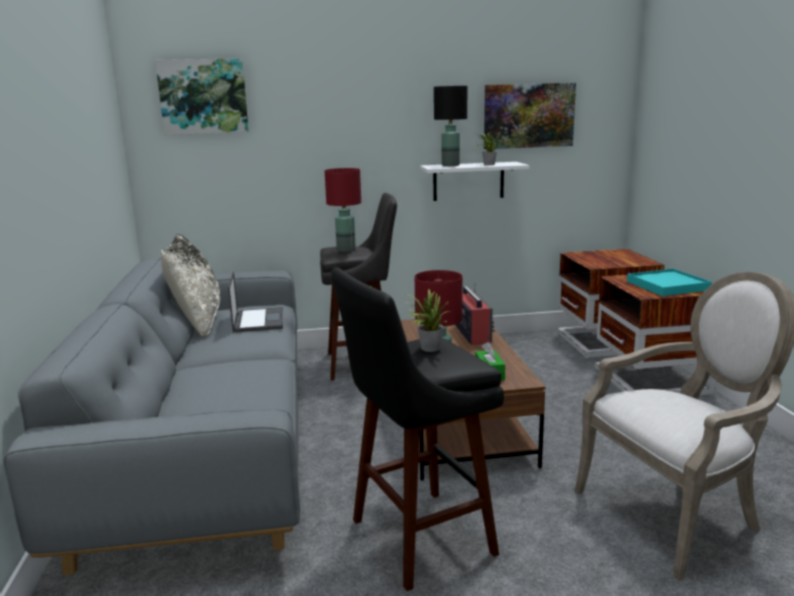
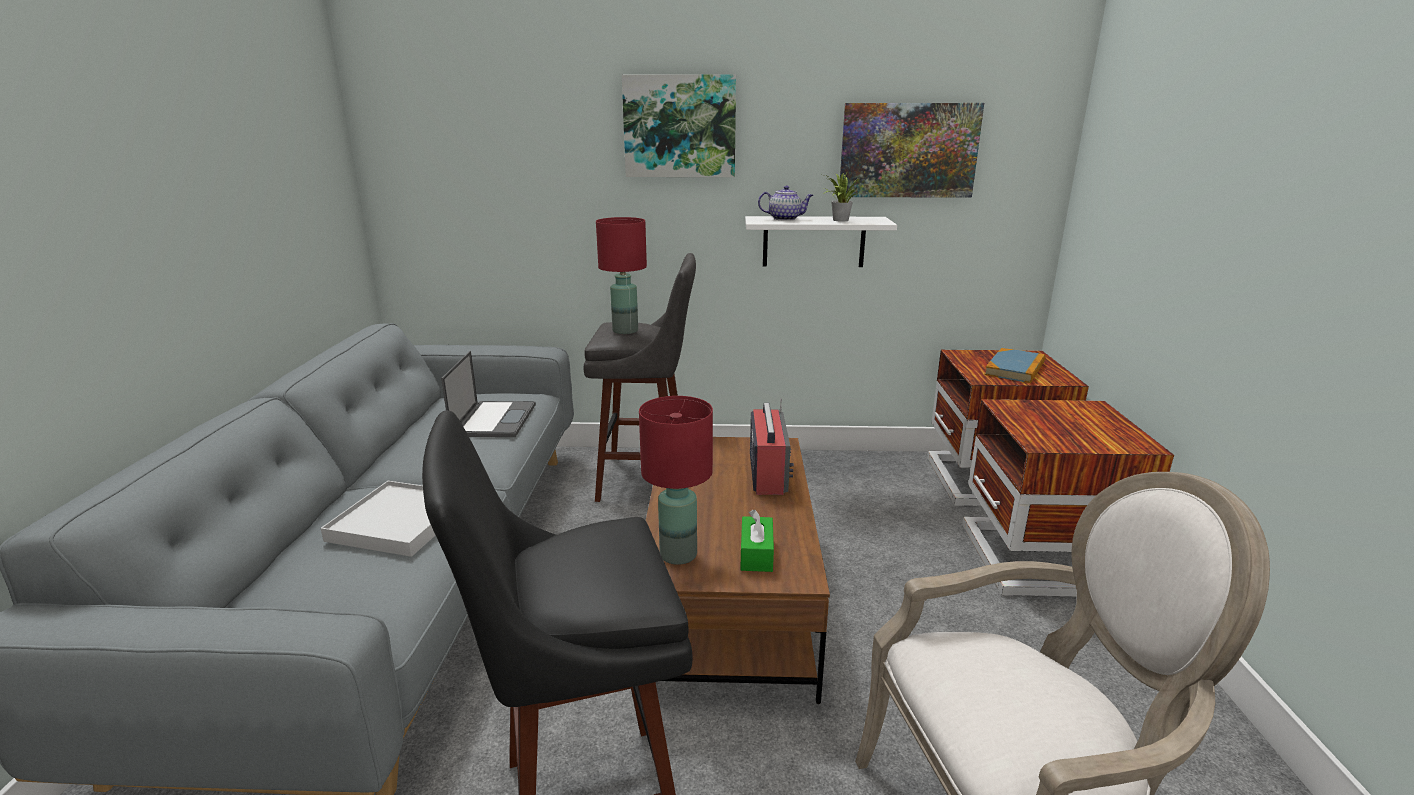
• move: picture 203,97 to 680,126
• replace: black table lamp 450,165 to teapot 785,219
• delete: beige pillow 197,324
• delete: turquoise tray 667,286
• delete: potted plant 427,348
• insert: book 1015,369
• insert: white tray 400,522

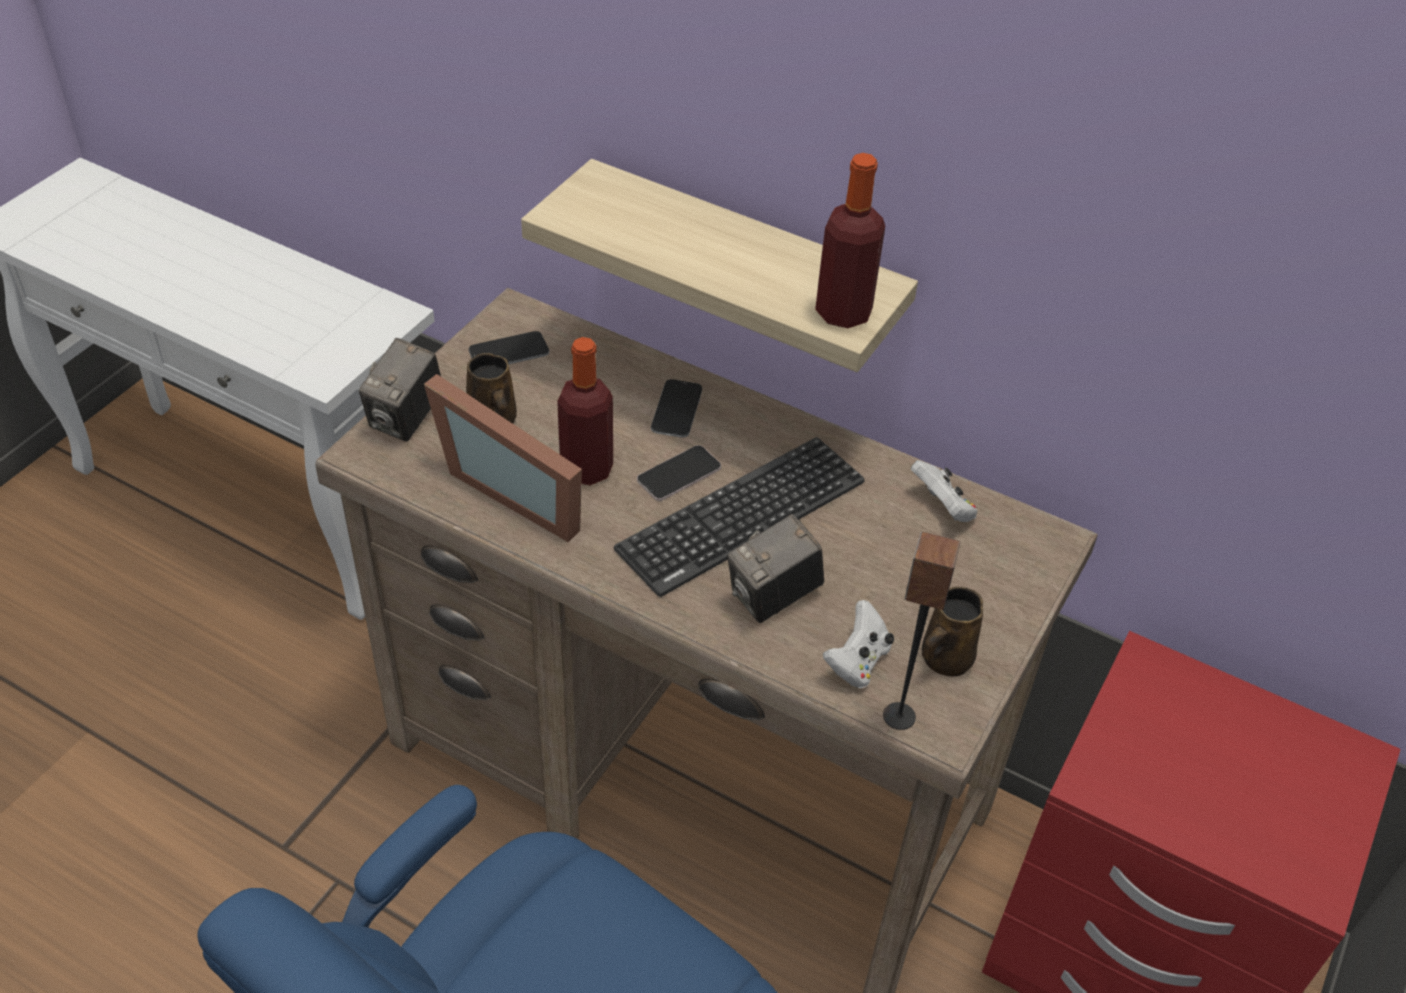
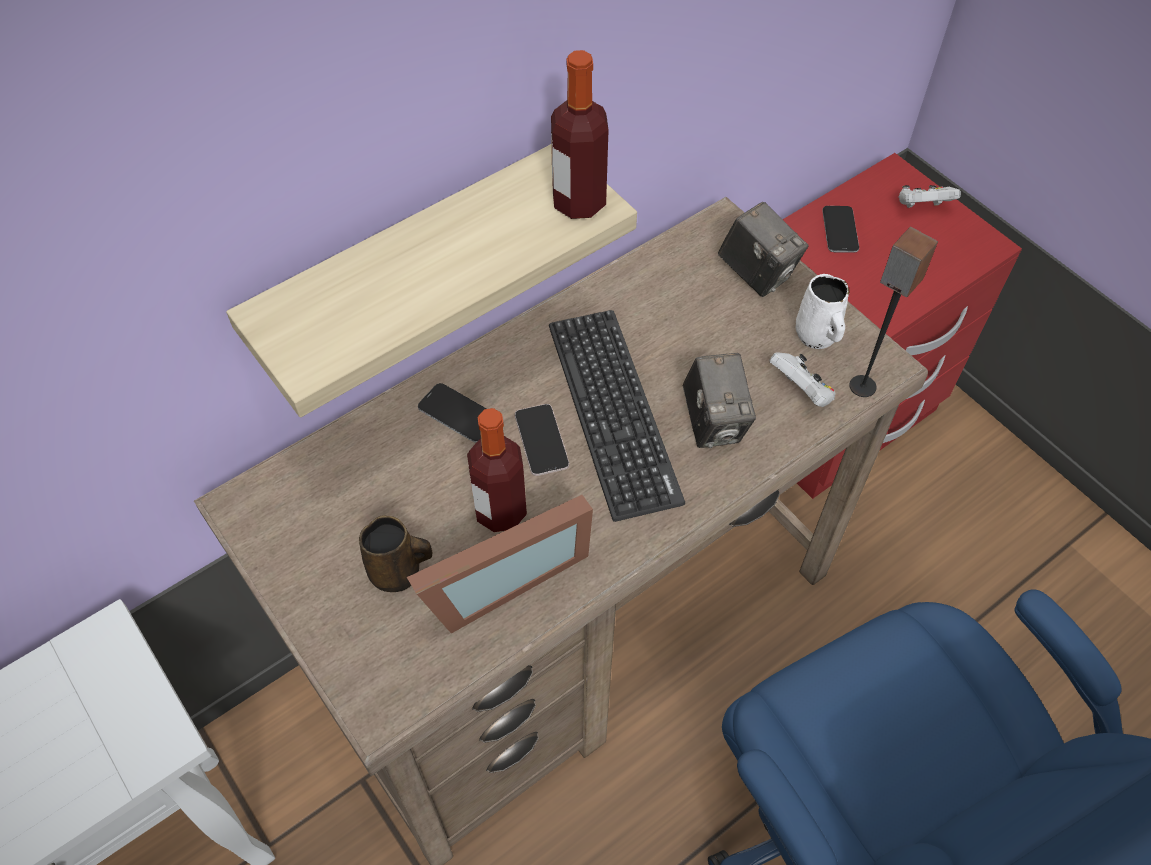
• move: phone 509,352 to 840,230
• move: photo camera 406,418 to 757,273
• move: white game controller 943,508 to 922,207
• recolor: brown mug 944,659 to white mug 817,336

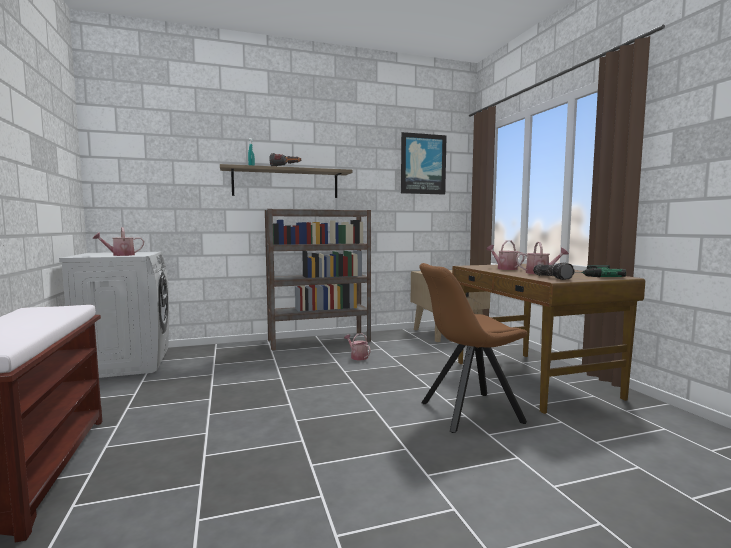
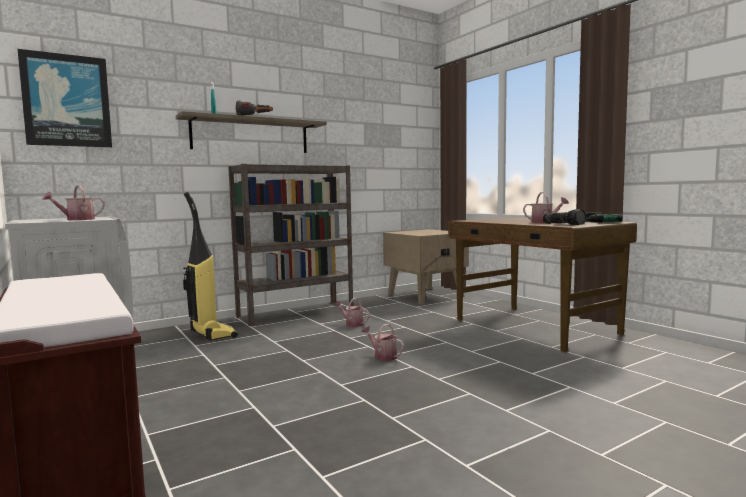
• move: picture 423,164 to 67,101
• move: watering can 504,268 to 383,356
• delete: brown chair 469,412
• insert: vacuum cleaner 212,334

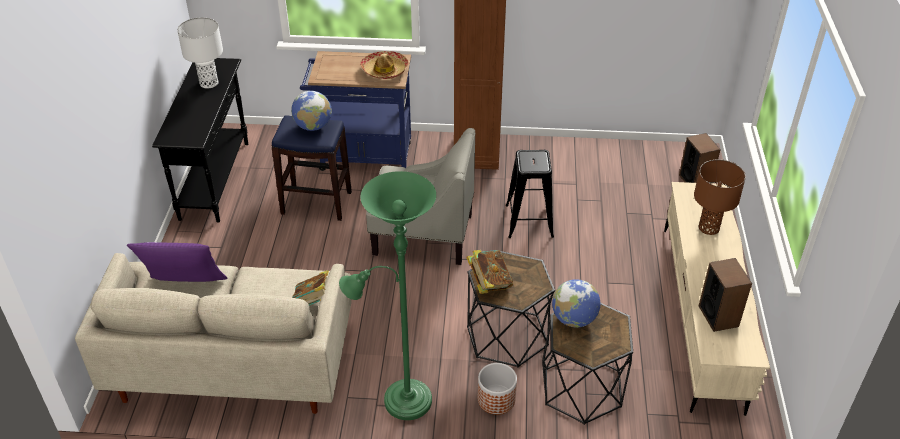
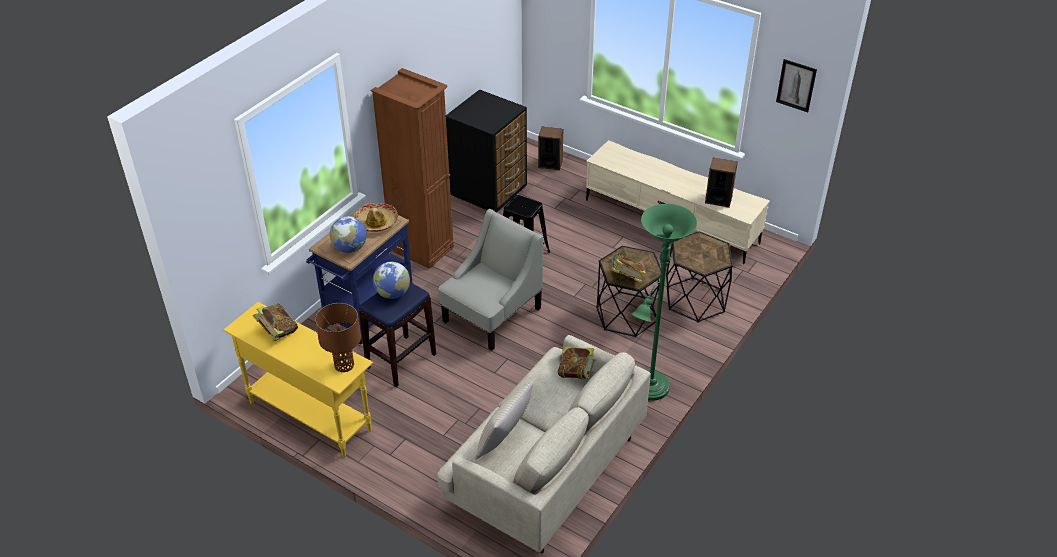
• replace: white table lamp 208,83 to book 277,332
• recolor: black console table 215,180 to yellow console table 309,415
• move: brown table lamp 708,228 to 344,365
• recolor: purple pillow 185,288 to beige pillow 504,441
• move: globe 574,319 to 350,248
• delete: planter 496,400
• insert: picture 796,85
• insert: black dresser 489,195

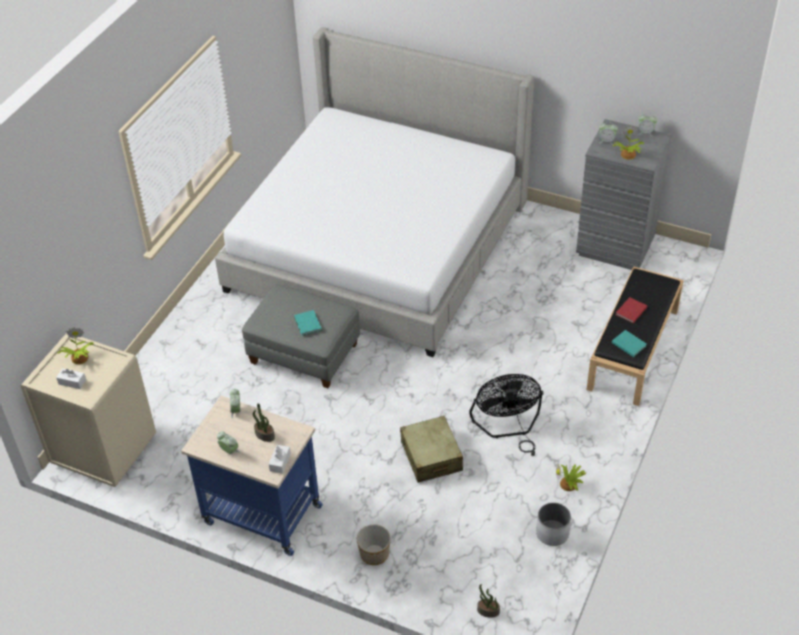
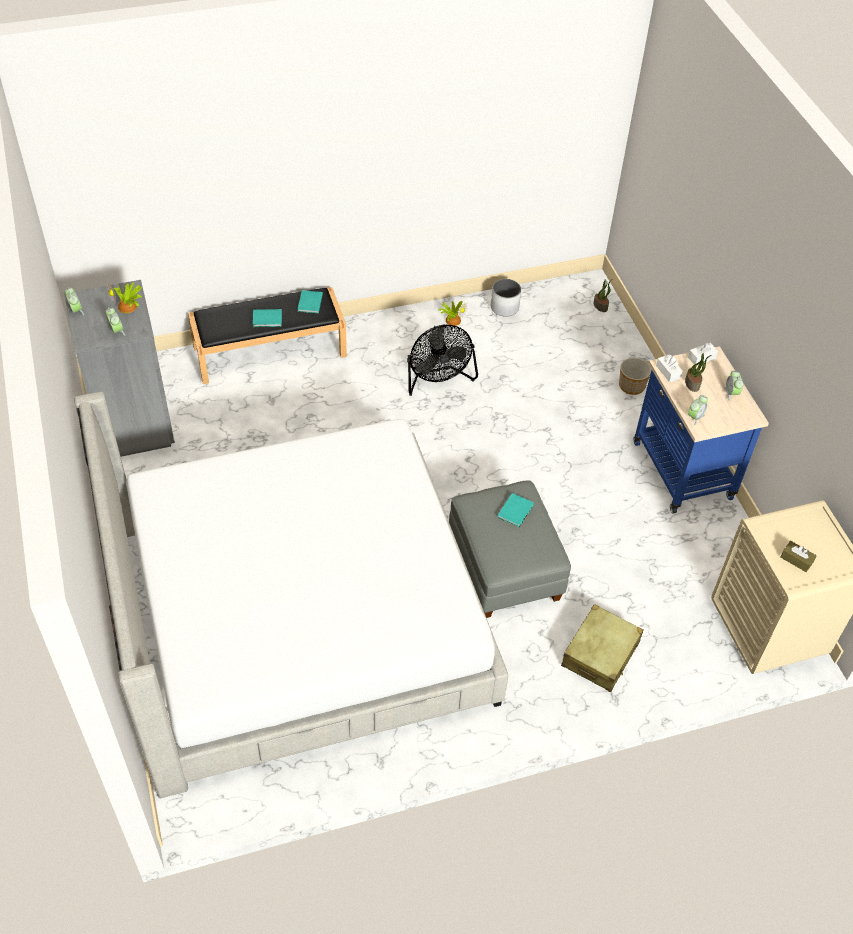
• recolor: red book 630,311 to turquoise book 268,319
• replace: potted plant 79,358 to brown tissue box 796,560
• move: white tissue box 72,382 to 668,372
• rotate: black fan 510,428 = 434,378 60 degrees counterclockwise
• move: beige suitcase 431,456 to 600,654

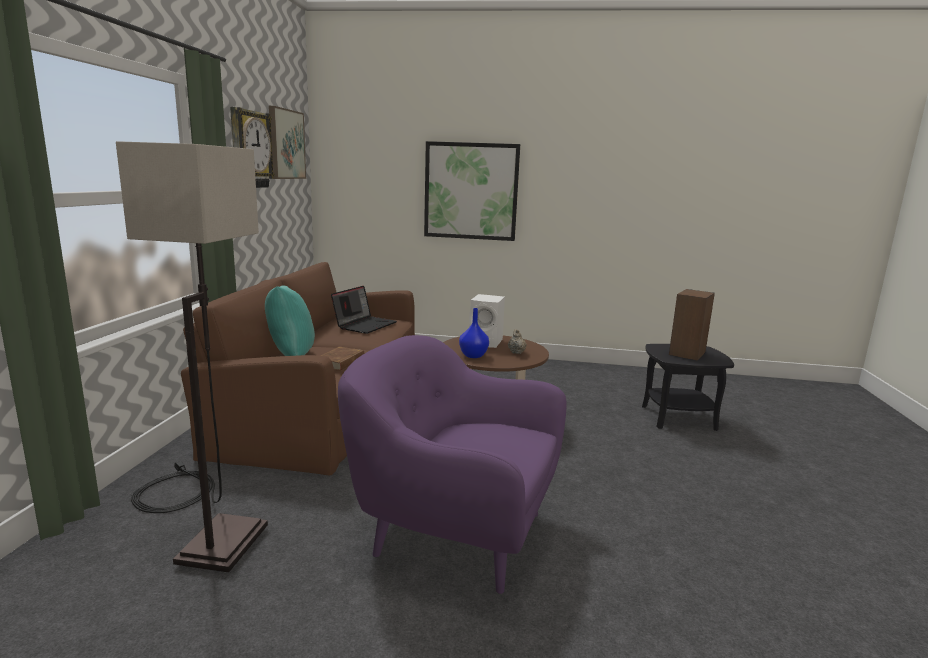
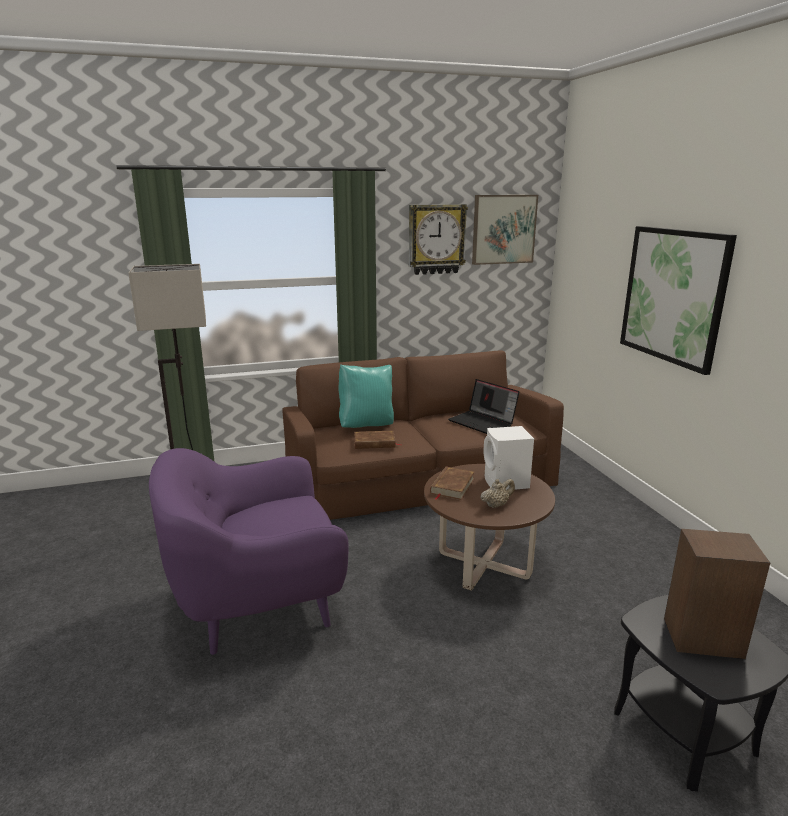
• rotate: laptop 365,325 = 483,422 45 degrees clockwise
• replace: blue vase 472,355 to brown book 452,486
• rotate: purple armchair 454,531 = 257,604 105 degrees counterclockwise

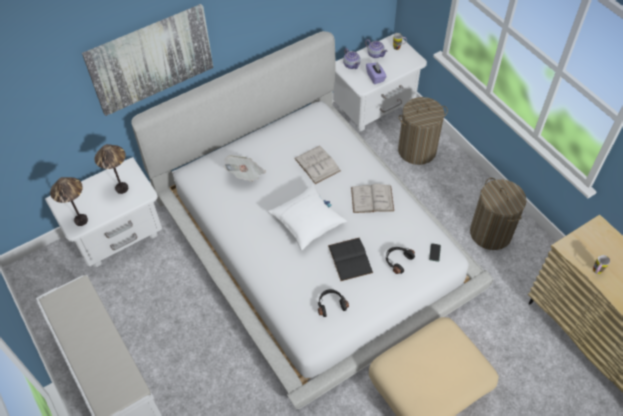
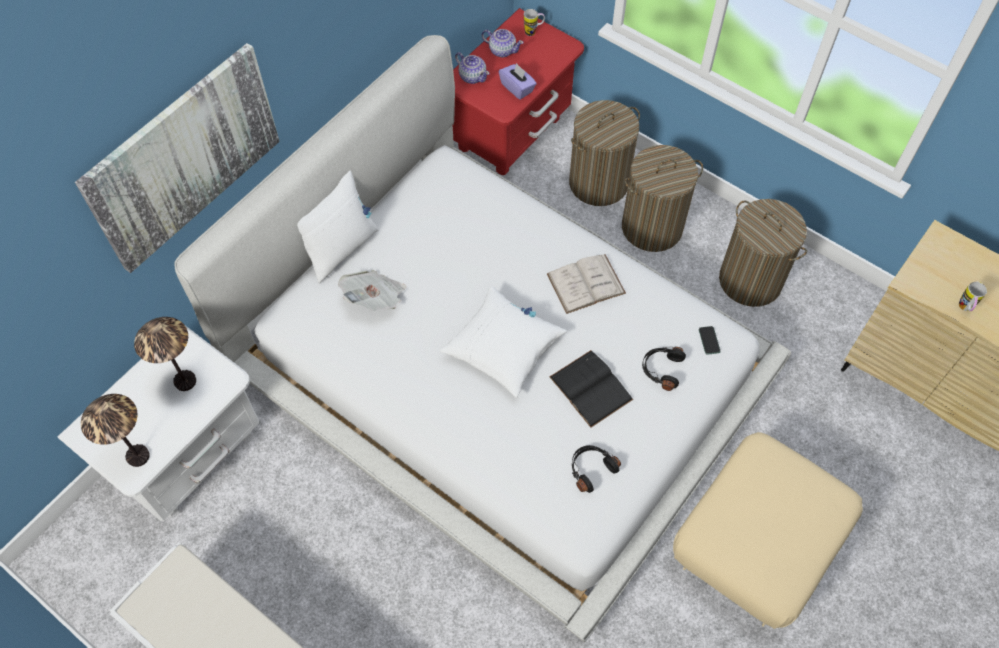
• recolor: white nightstand 375,109 to red nightstand 513,134
• delete: white book 317,164
• insert: laundry basket 652,227
• insert: white pillow 339,249

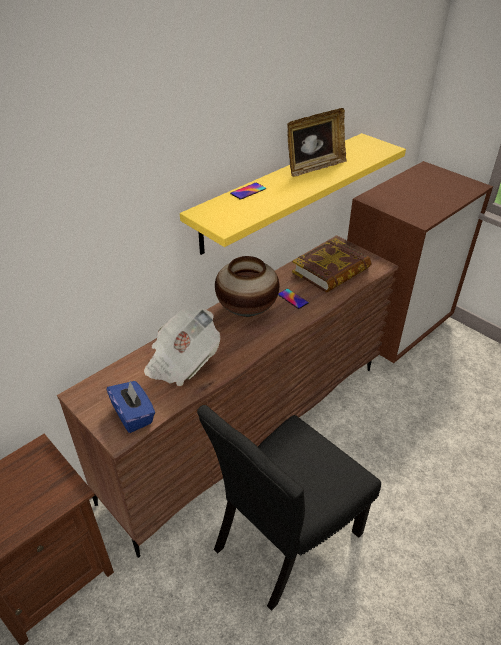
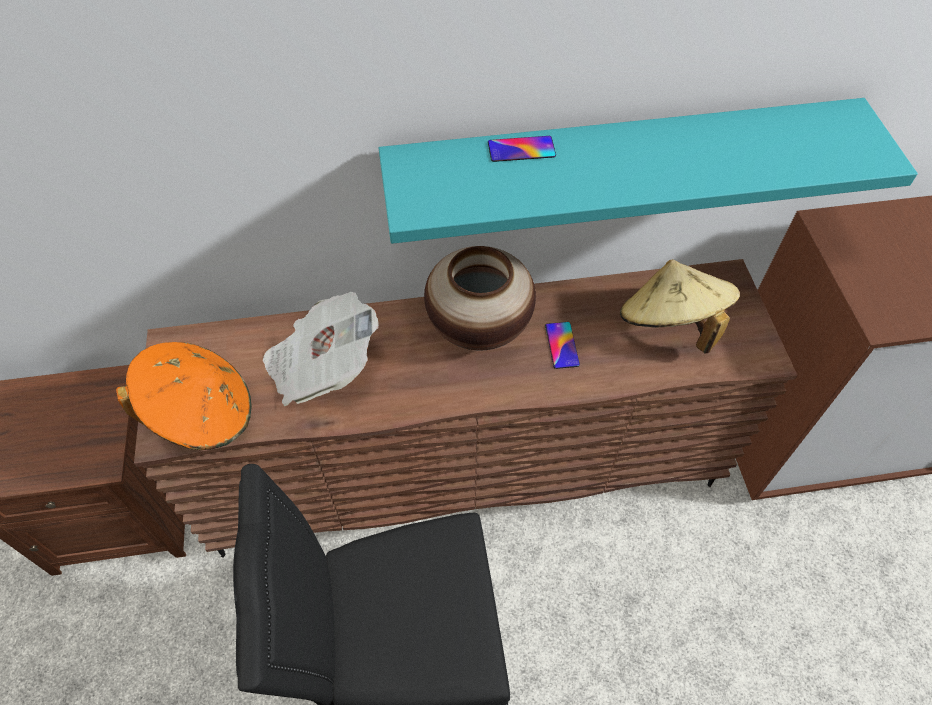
• delete: picture frame 314,167
• recolor: yellow shelf 280,191 to turquoise shelf 620,160
• replace: book 331,270 to beige hat 670,325
• replace: blue tissue box 133,415 to orange hat 202,413

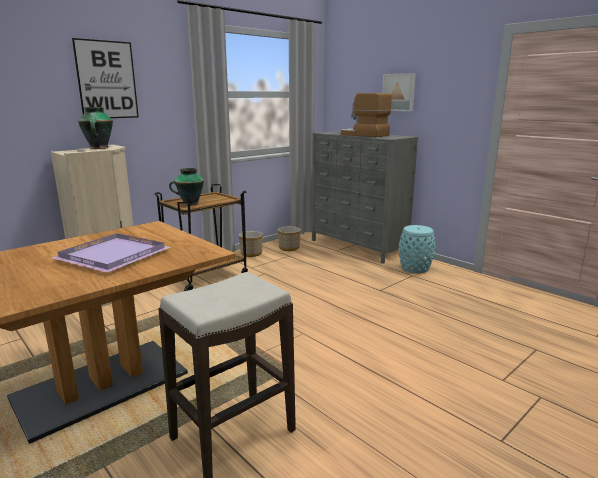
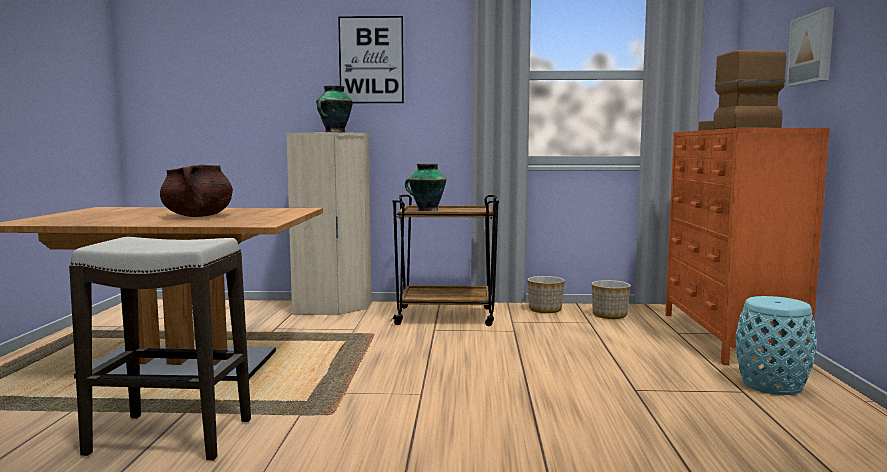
• recolor: grey dresser 358,246 to orange dresser 728,337
• replace: purple tray 116,255 to brown cooking pot 198,216

